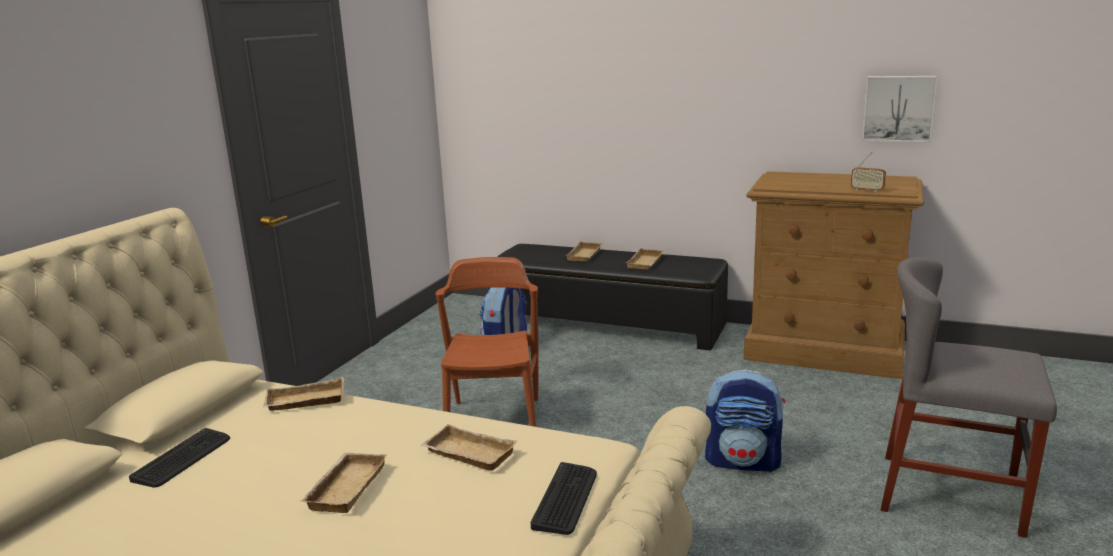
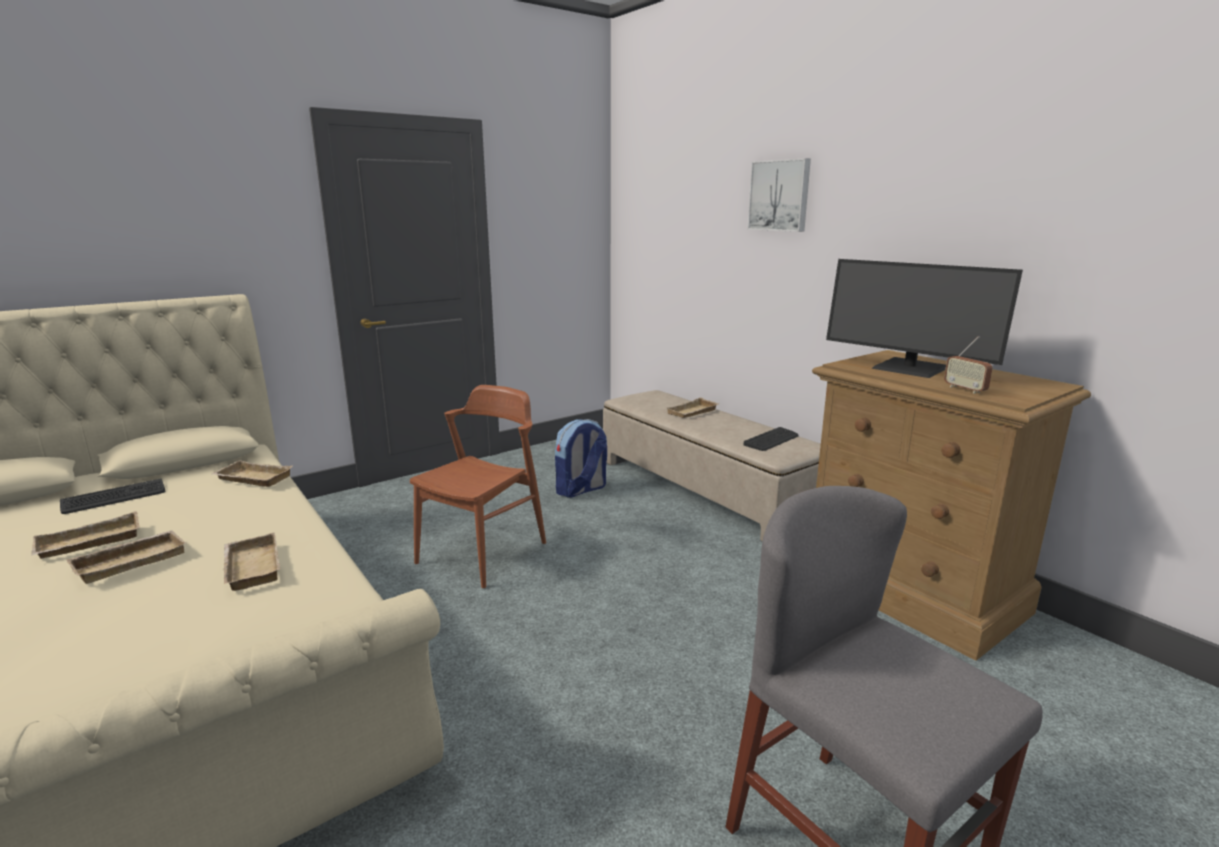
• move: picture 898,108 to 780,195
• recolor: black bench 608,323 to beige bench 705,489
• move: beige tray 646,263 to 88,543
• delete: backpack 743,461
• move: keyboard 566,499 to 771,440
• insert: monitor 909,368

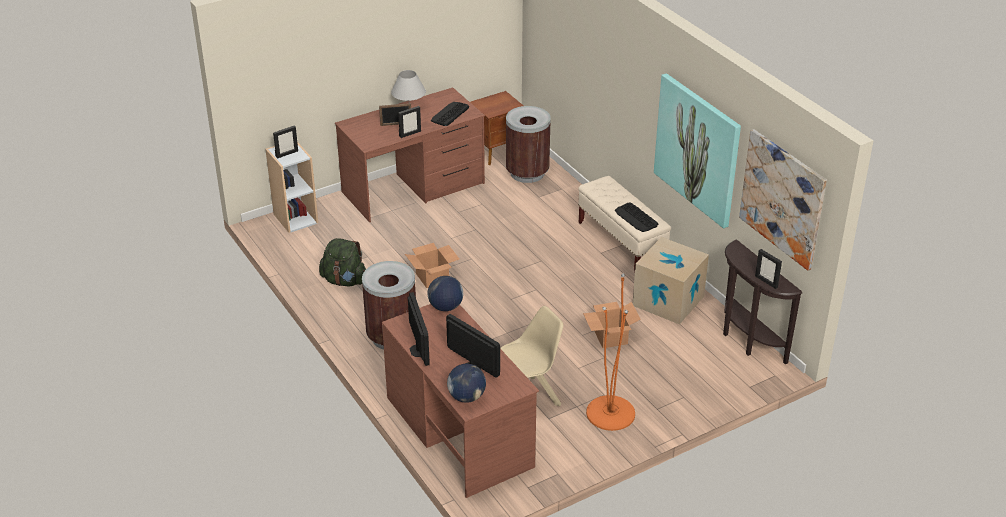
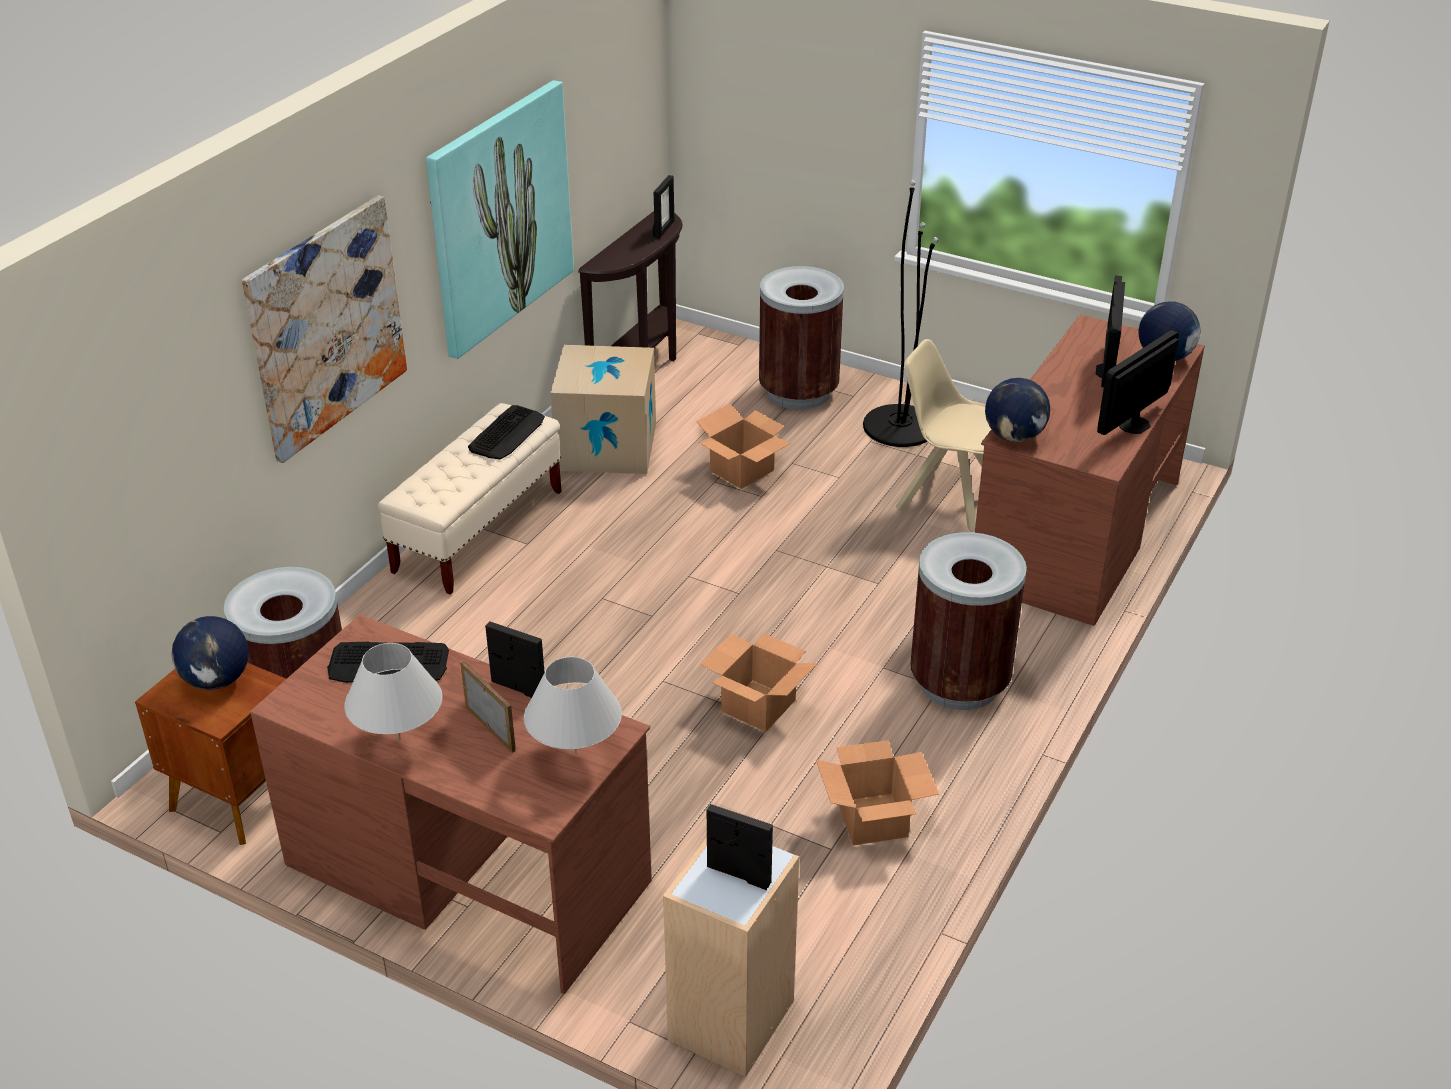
• move: picture 782,198 to 327,327
• replace: green backpack 344,281 to cardboard box 871,819
• recolor: orange floor lamp 610,413 to black floor lamp 900,426
• insert: brown trash can 798,392
• insert: globe 217,680
• insert: white table lamp 575,753

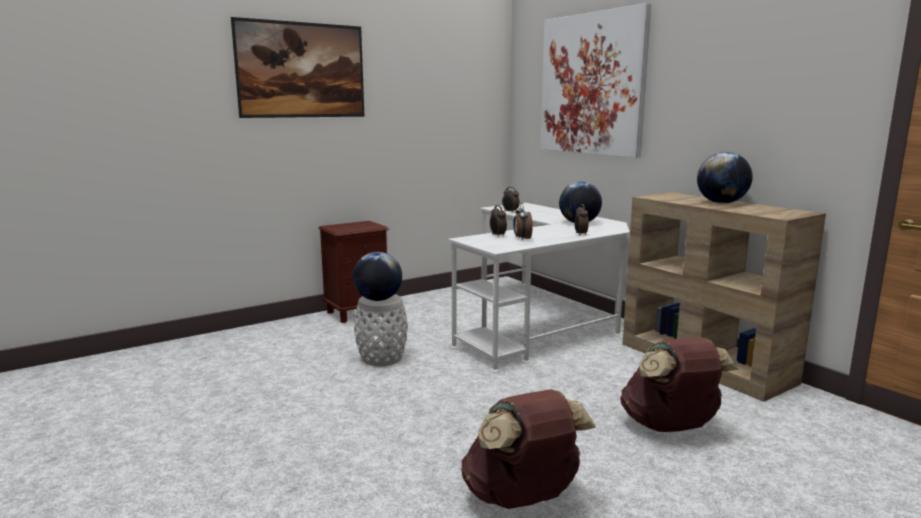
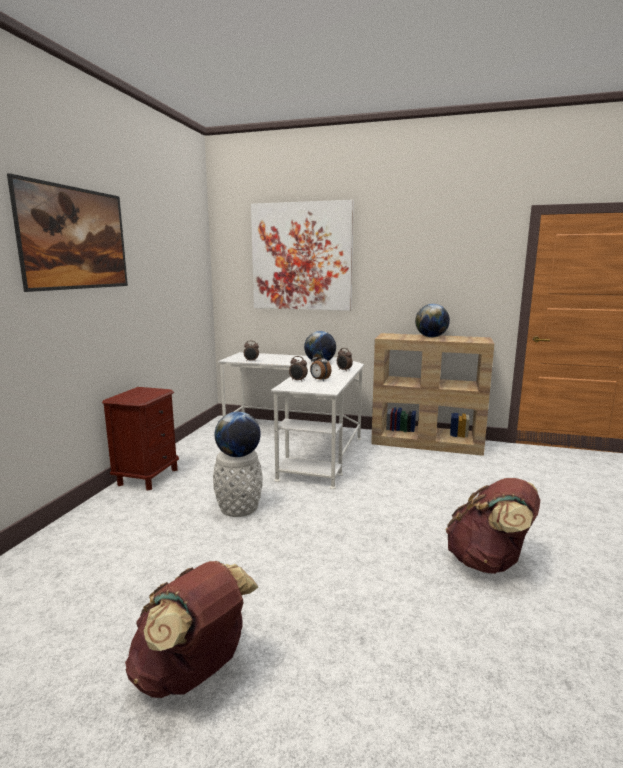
• move: brown backpack 670,427 to 193,672

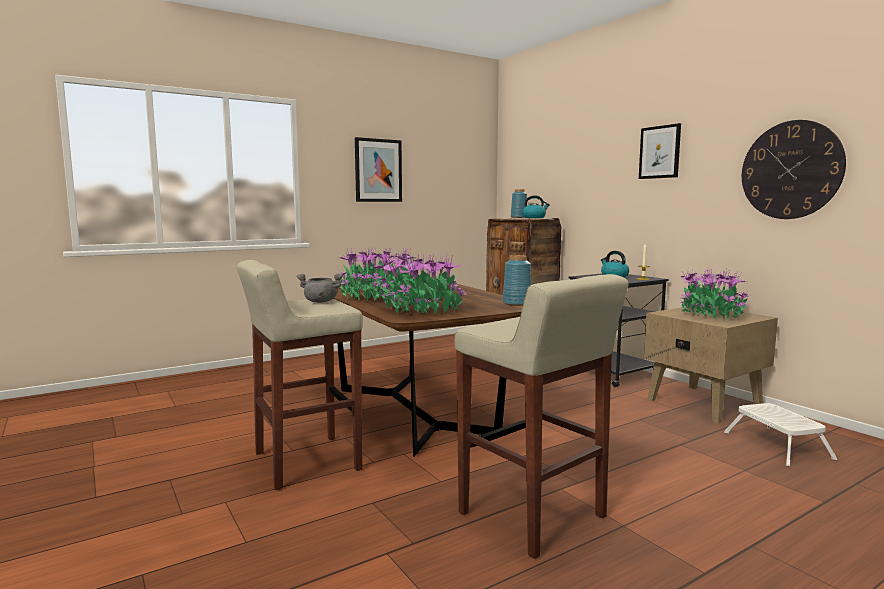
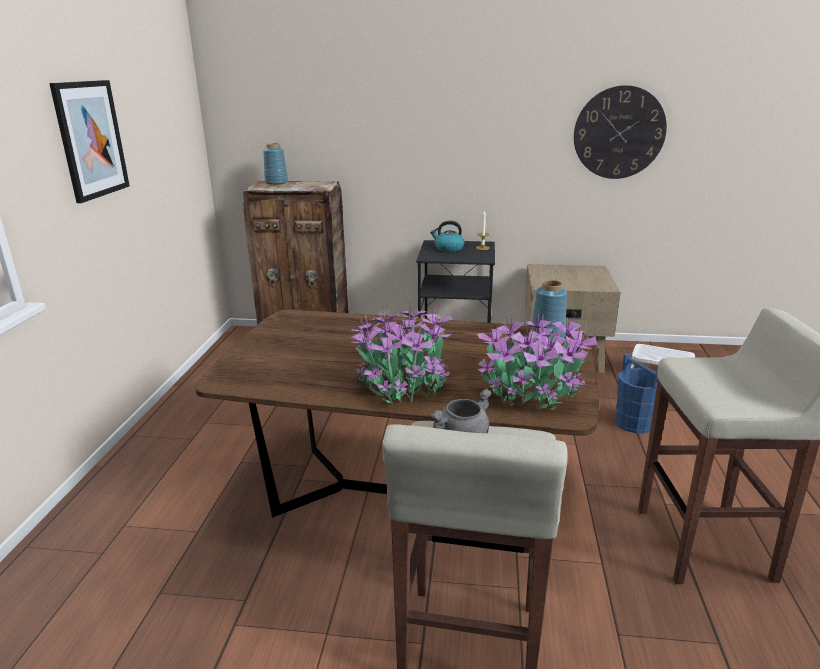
• delete: picture 659,152
• delete: kettle 534,218
• delete: potted plant 710,315
• insert: blue bucket 634,423

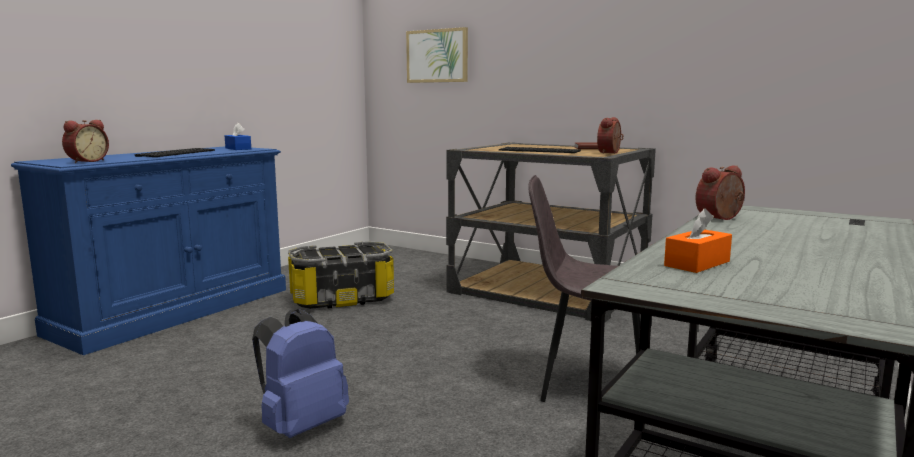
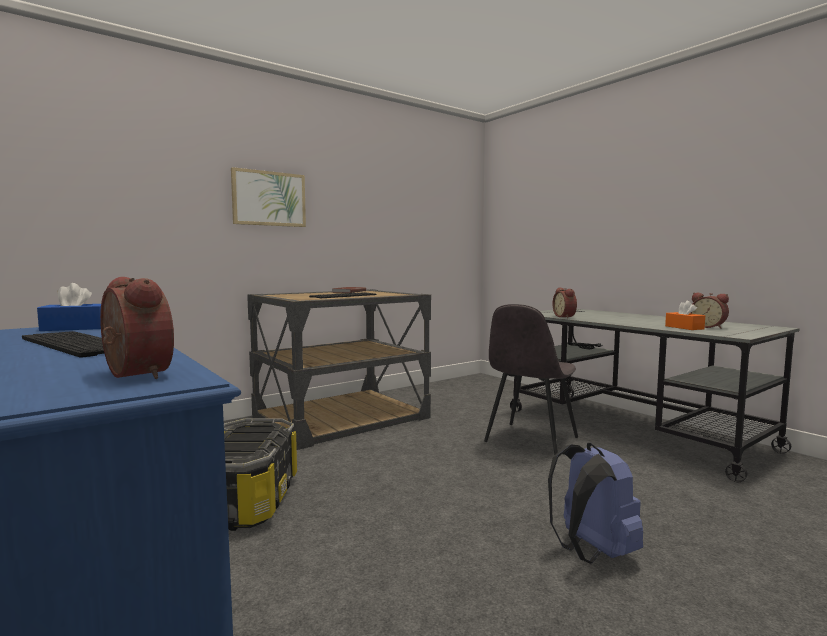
• move: picture 437,56 to 269,199
• move: alarm clock 610,153 to 708,327

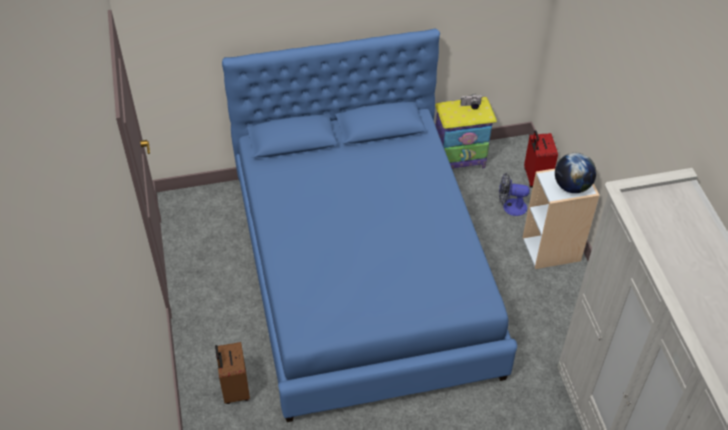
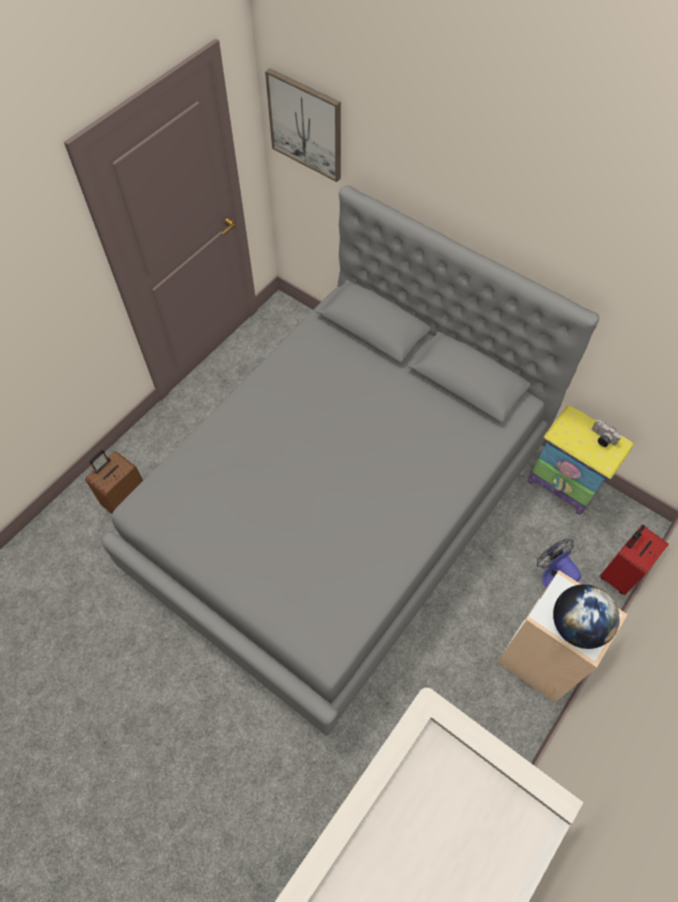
• recolor: blue bed 363,273 to grey bed 340,506
• insert: picture 306,125

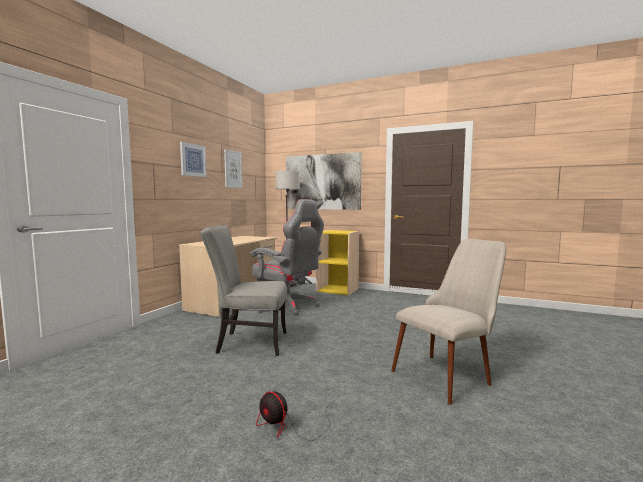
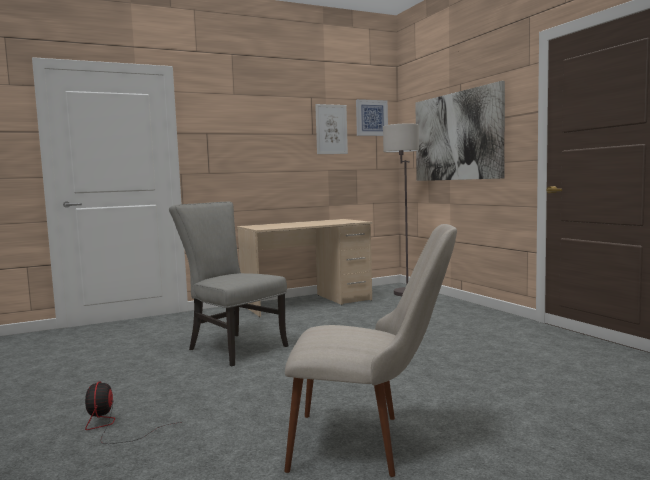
• move: picture 192,160 to 371,118
• delete: grey office chair 287,306
• delete: yellow bookcase 338,290

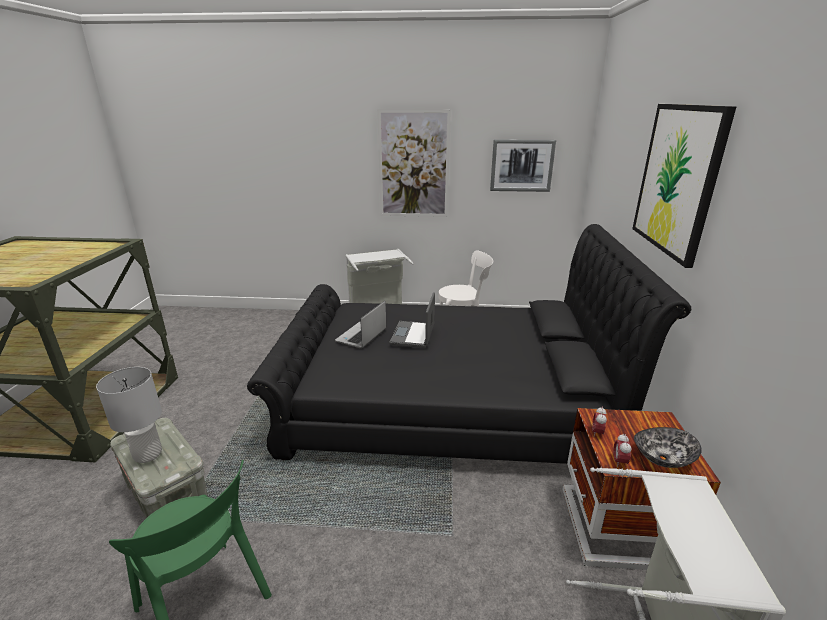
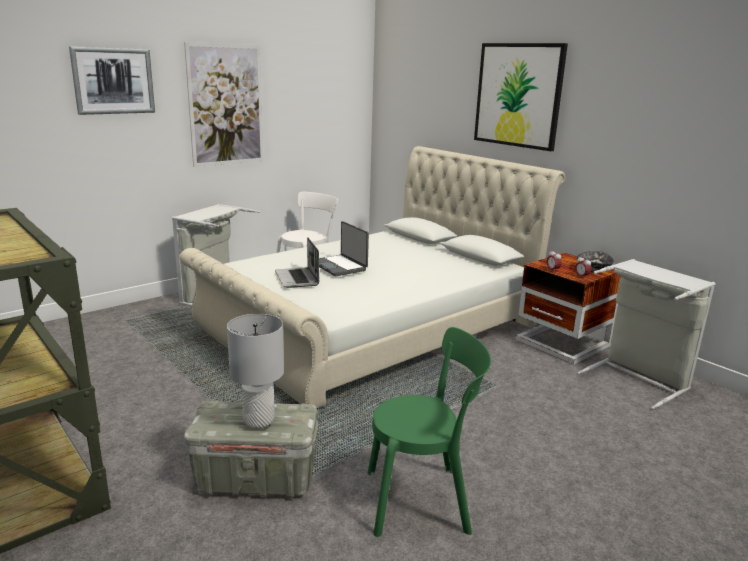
• move: picture 522,165 to 113,81
• recolor: black bed 447,399 to beige bed 372,325

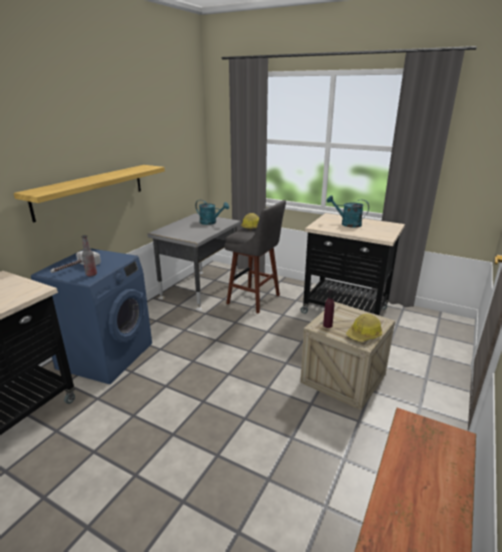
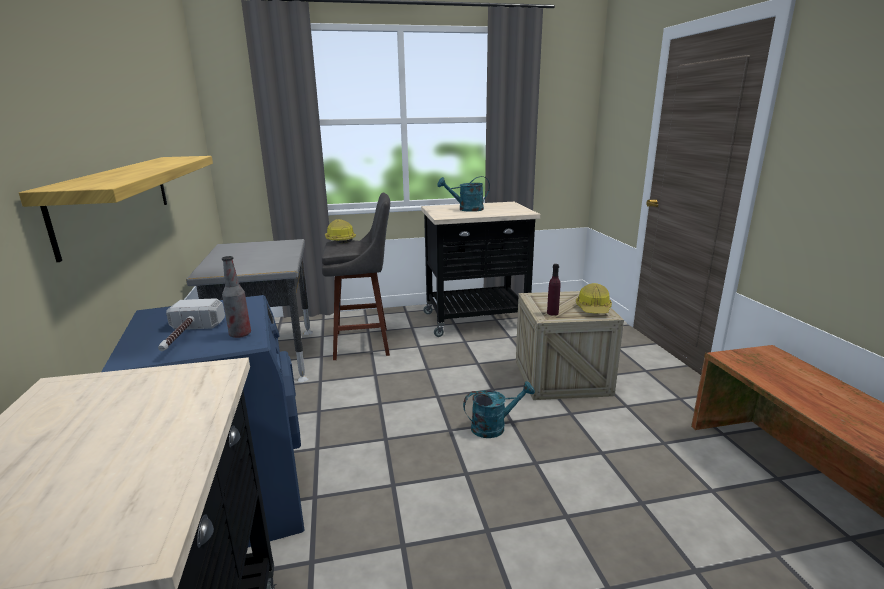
• move: turquoise watering can 211,222 to 494,426

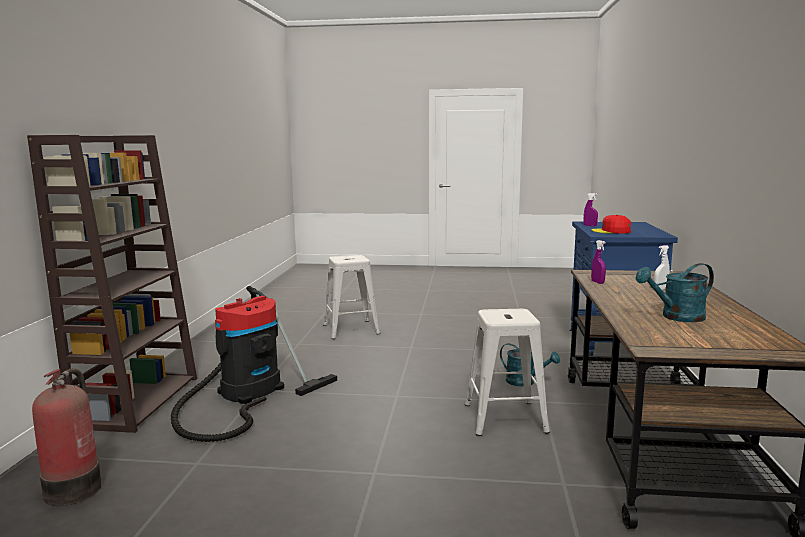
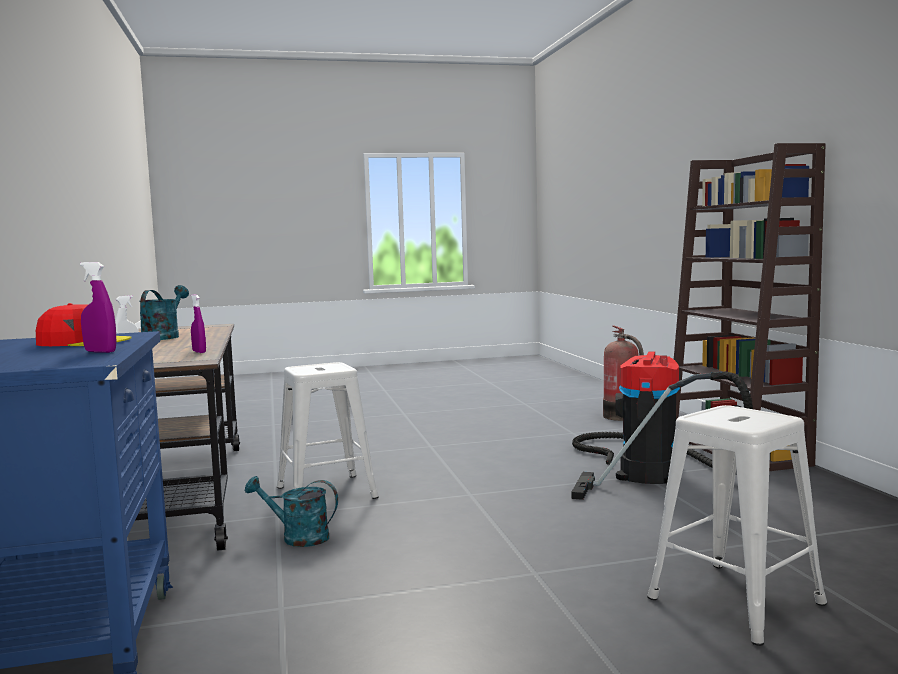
• rotate: turquoise watering can 676,317 = 164,337 45 degrees counterclockwise

